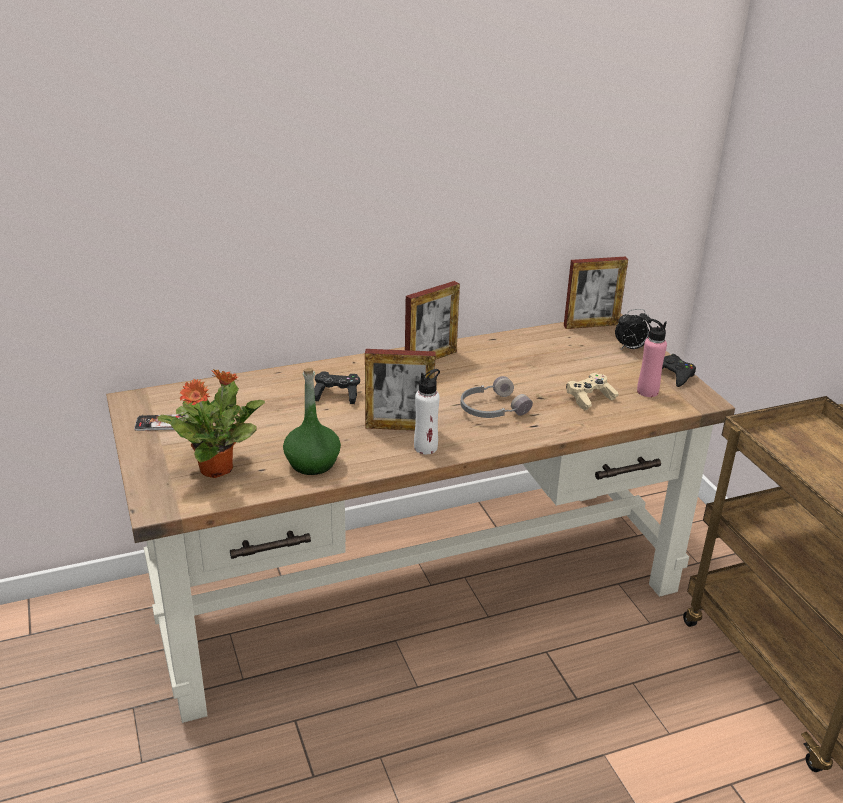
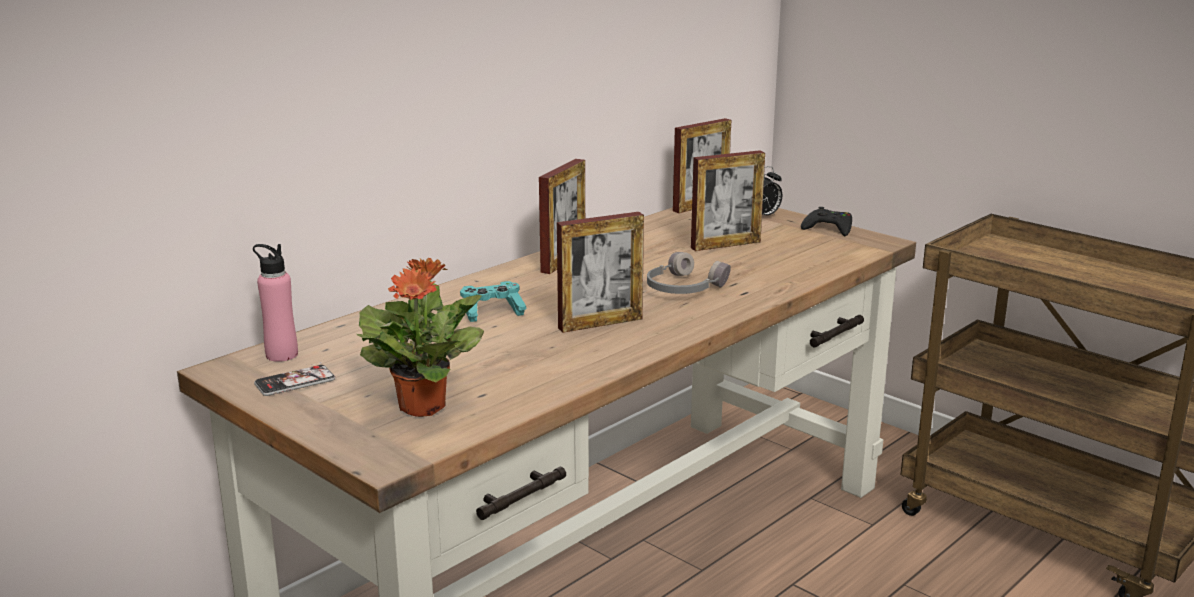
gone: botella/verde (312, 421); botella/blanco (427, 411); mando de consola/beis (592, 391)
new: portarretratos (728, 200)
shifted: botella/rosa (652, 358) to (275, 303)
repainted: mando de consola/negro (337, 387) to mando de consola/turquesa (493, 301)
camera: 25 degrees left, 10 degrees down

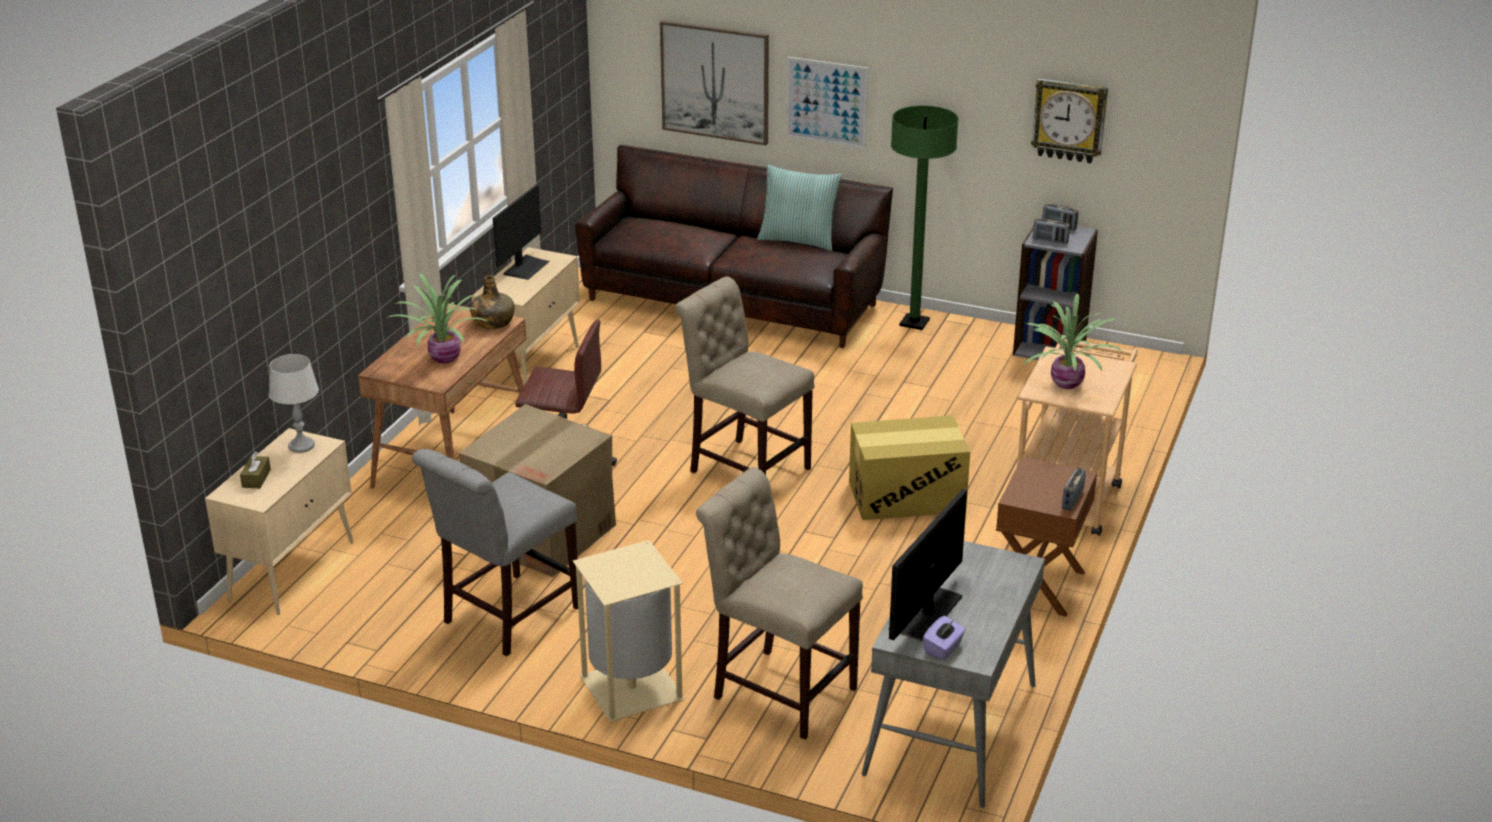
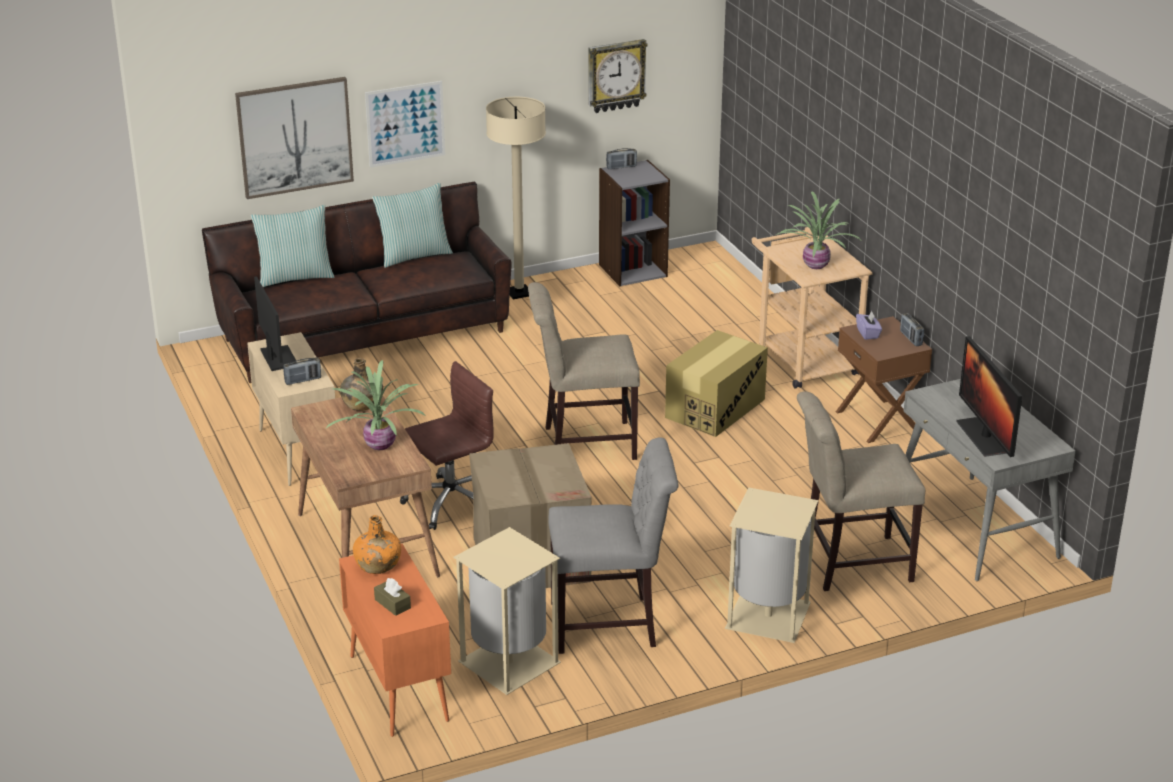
new: cojín (293, 246); papelera/beis (507, 611)
shifted: caja de pañuelos/morado (944, 638) to (869, 325); radio (1051, 231) to (302, 371)
swapped: lámpara de mesa/gris (294, 403) to botella/naranja (377, 544)
repainted: armario/beis (279, 521) to armario/naranja (395, 640); lámpara de pie/verde (925, 217) to lámpara de pie/beis (516, 198)
rotated: silla/gris (495, 552) = (613, 545) 90 degrees counterclockwise
camera: 45 degrees left, 0 degrees up

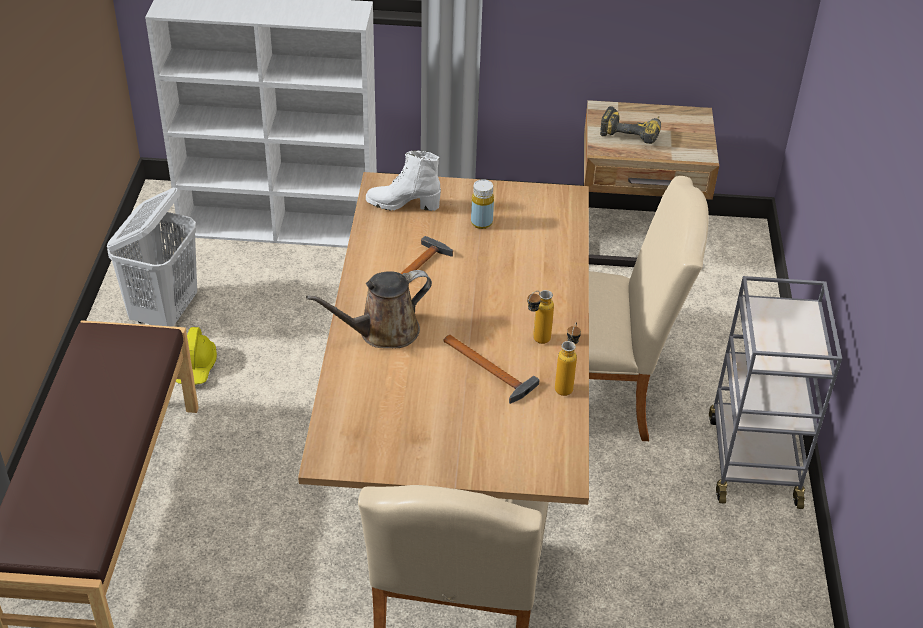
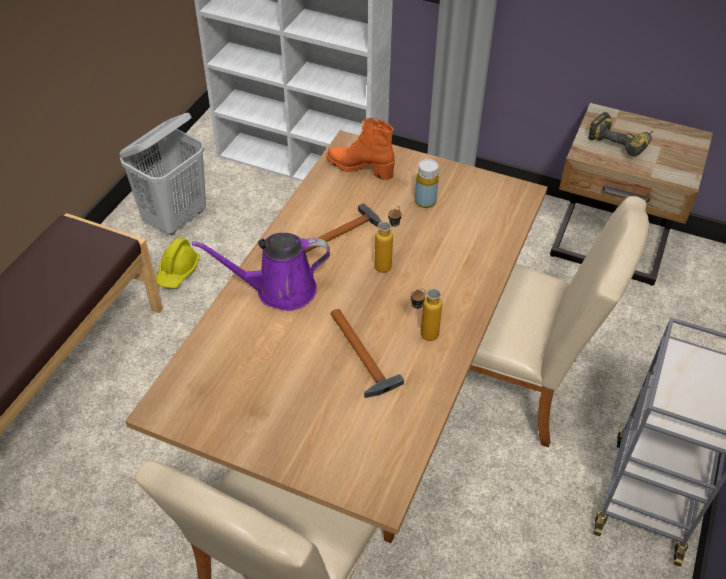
shifted: botella (568, 359) to (388, 239)
repainted: regadera/marrón (369, 309) to regadera/morado (261, 272); bota/blanco (403, 181) to bota/naranja (360, 149)
camera: 20 degrees right, 5 degrees up

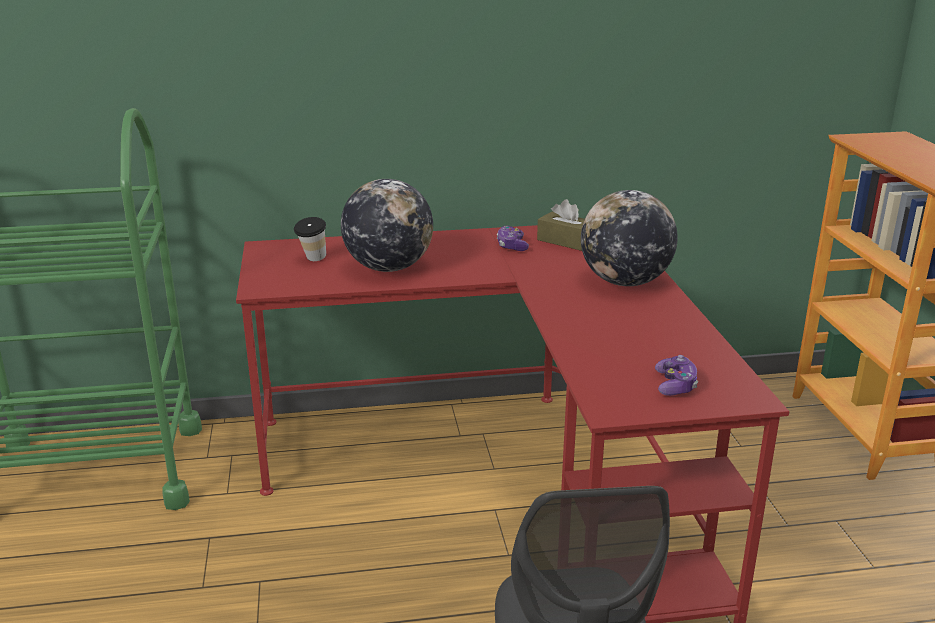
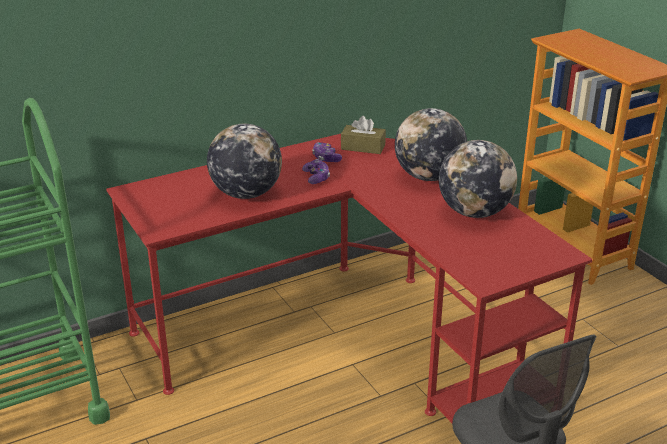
gone: taza (310, 239)
new: globo terráqueo (478, 179)
shifted: mando de consola (676, 375) to (316, 171)
camera: 20 degrees left, 5 degrees up

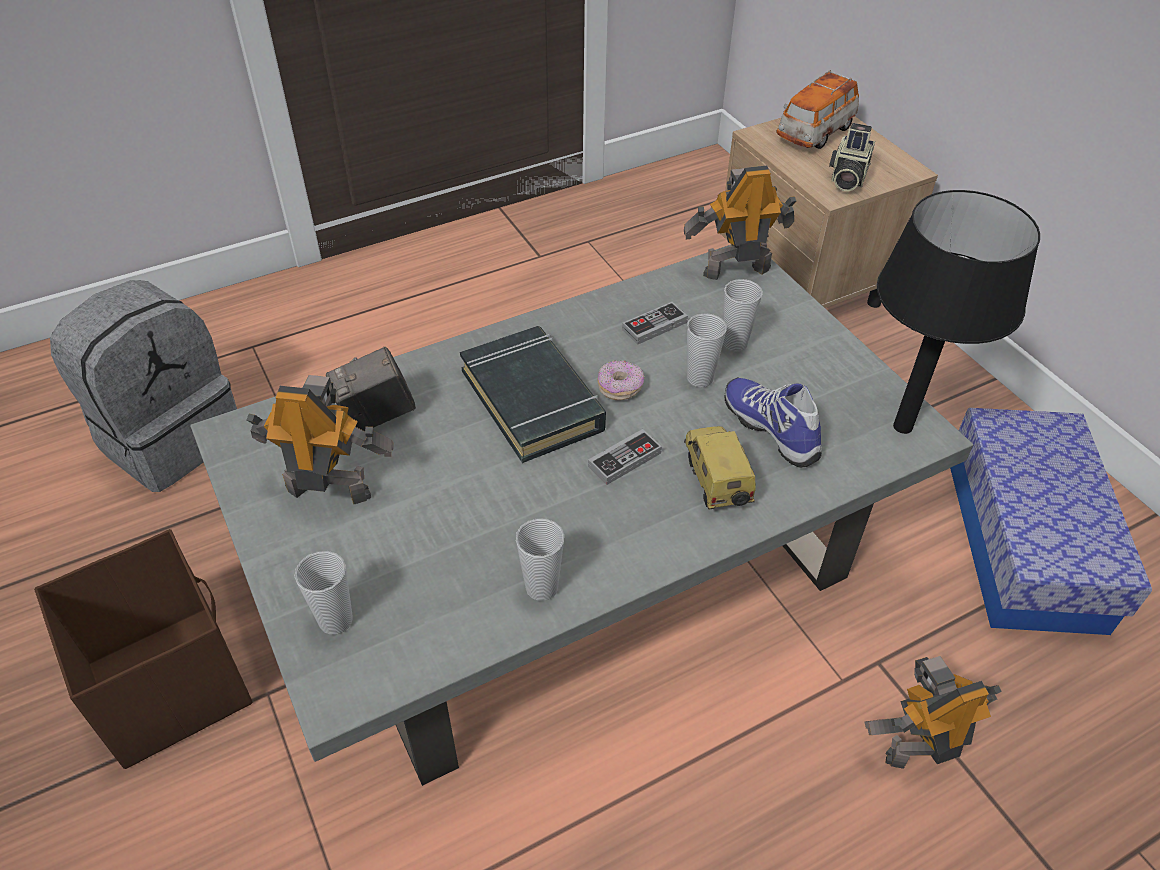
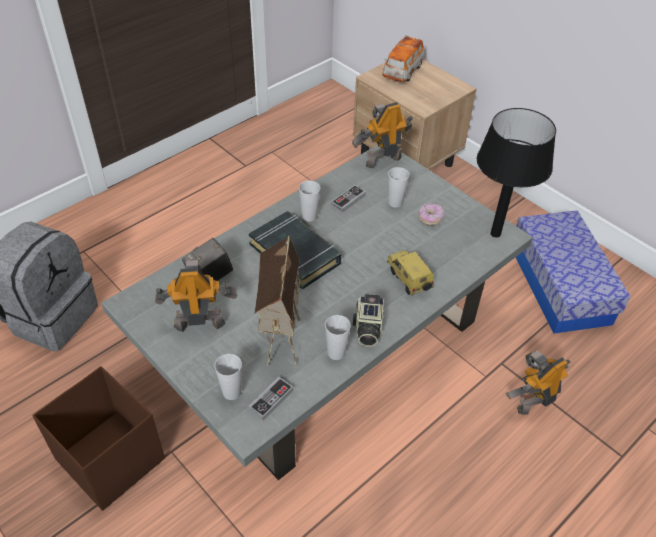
gone: zapato (773, 422)
new: casita (277, 300)
shifted: mando de consola (625, 457) to (270, 399); rosquilla (620, 380) to (431, 214); taza (707, 350) to (309, 201); cámara (852, 157) to (368, 320)
camera: 15 degrees left, 0 degrees up

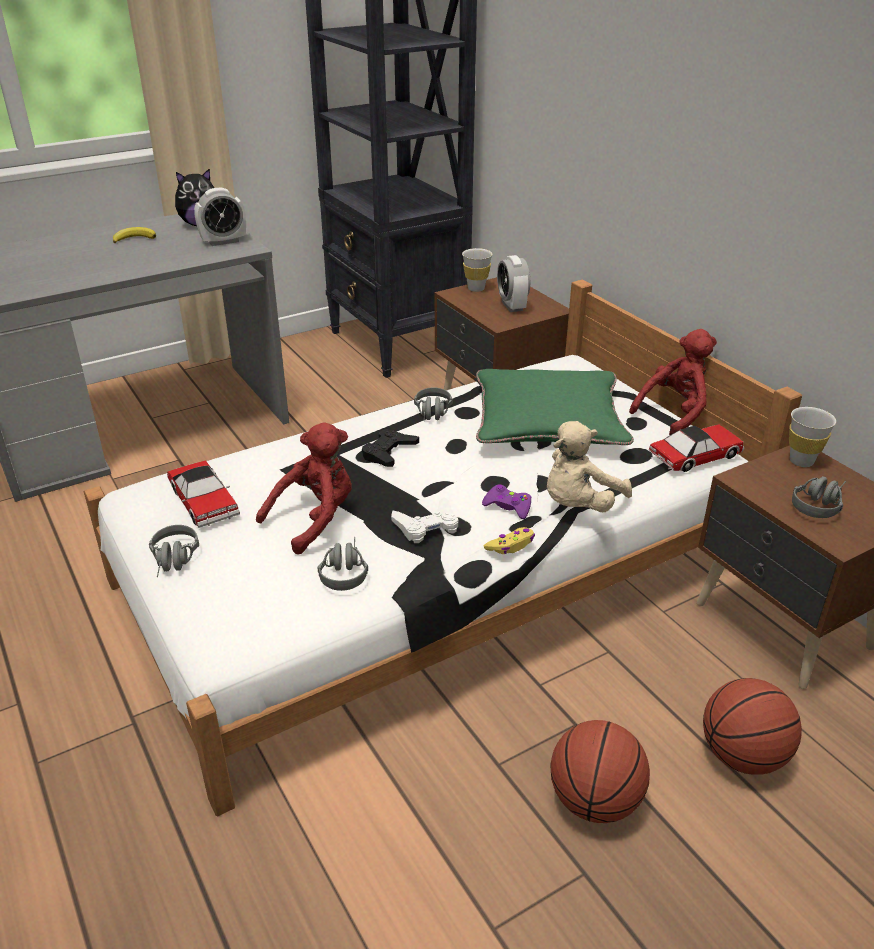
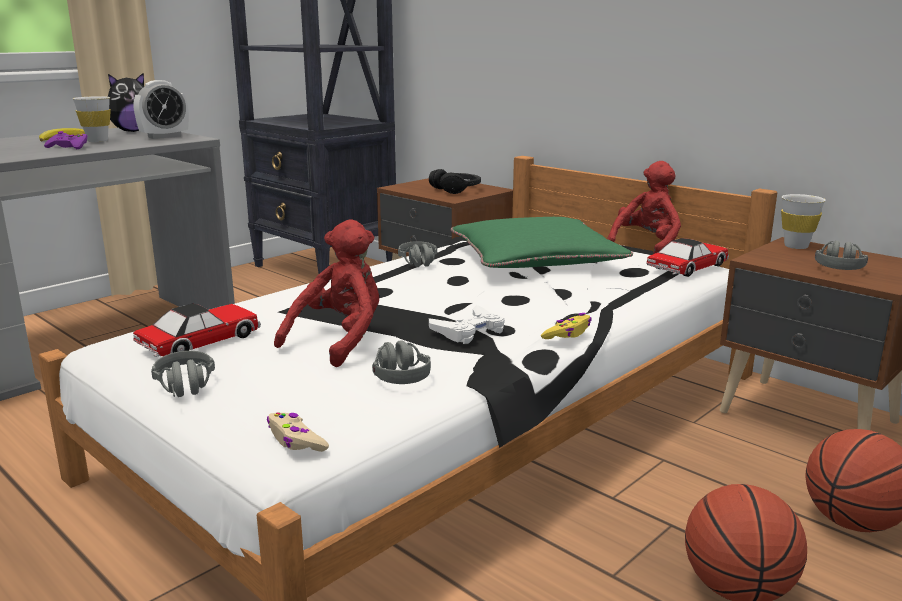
gone: mando de consola/negro (390, 448); peluche/beis (589, 466)
new: mando de consola/beis (298, 432)
shifted: taza/blanco (477, 270) to (91, 119); mando de consola/morado (507, 502) to (66, 140)
swapped: despertador (513, 283) to auriculares/negro (455, 181)
rotated: coche de juguete (203, 494) = (197, 330) 90 degrees counterclockwise
camera: 15 degrees left, 15 degrees down

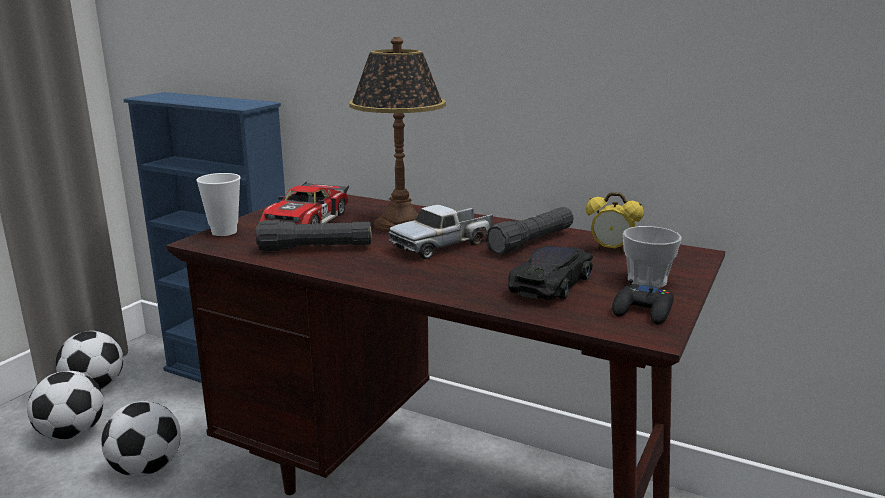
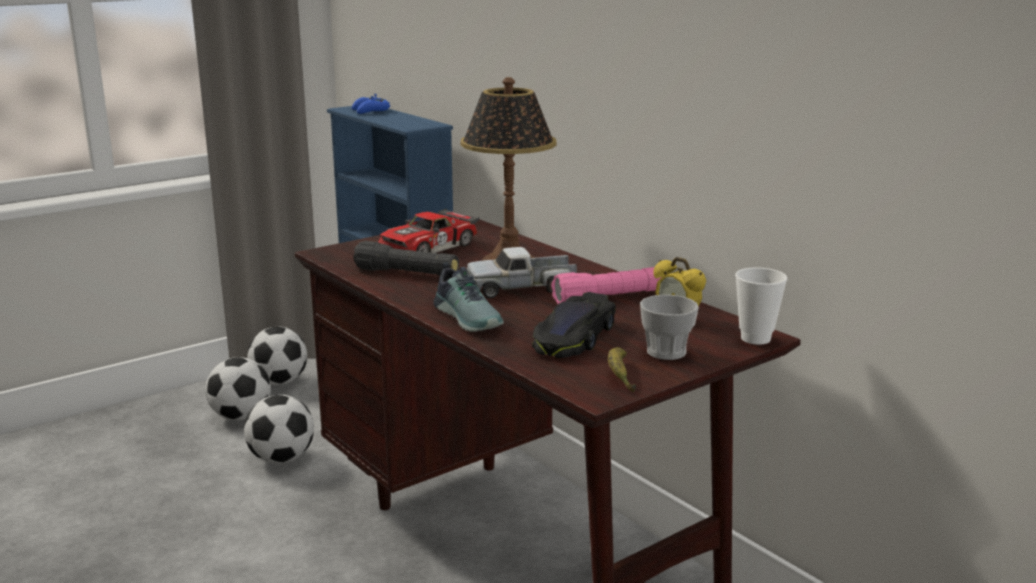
new: mando de consola/azul (371, 104); zapato (469, 297)
shifted: taza (218, 204) to (761, 305)
swapped: mando de consola/negro (643, 302) to plátano (622, 369)
repainted: linterna/negro (529, 231) to linterna/rosa (606, 285)
rotated: coche de juguete/negro (550, 272) = (574, 325) 150 degrees clockwise
camera: 25 degrees right, 0 degrees up

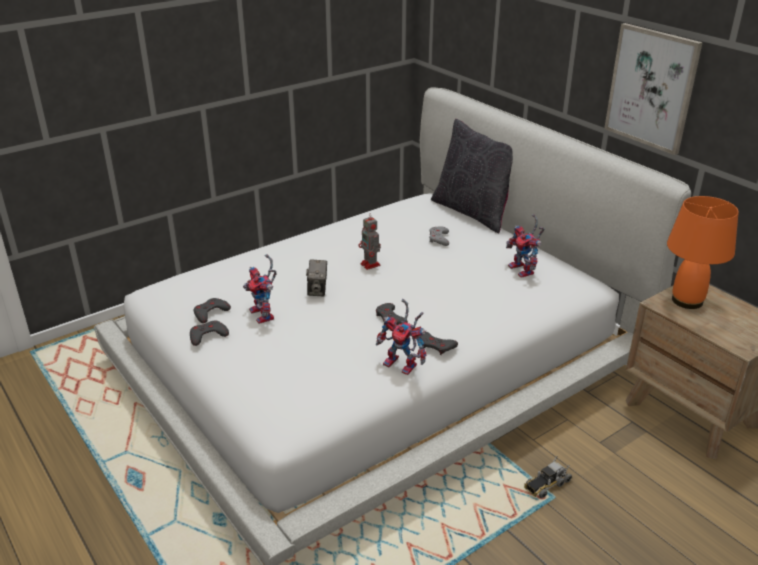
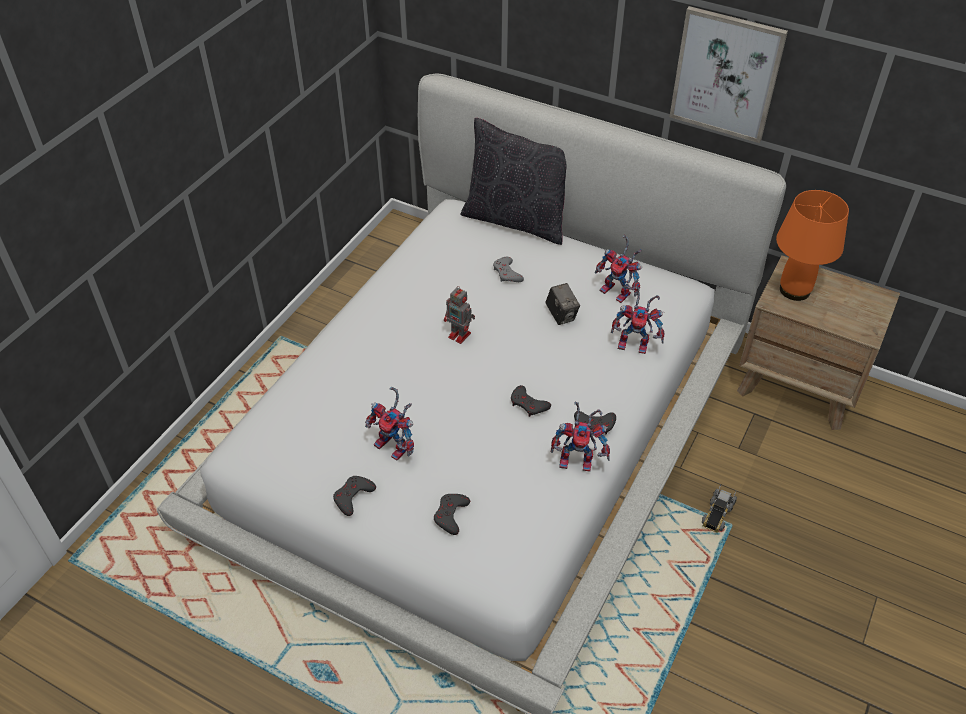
new: robot de juguete (638, 320)
shifted: mando de consola/gris (212, 310) to (452, 514); cámara (316, 278) to (562, 304)
camera: 25 degrees left, 15 degrees up

